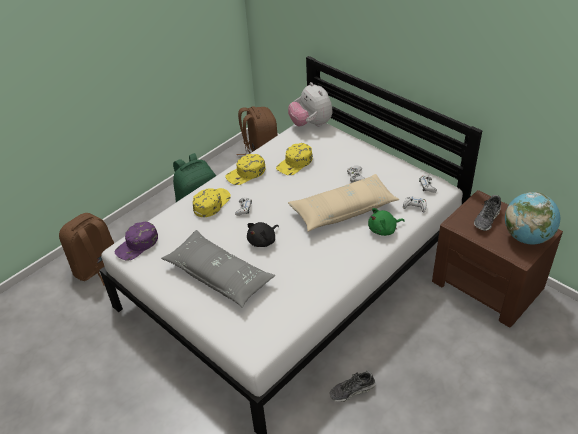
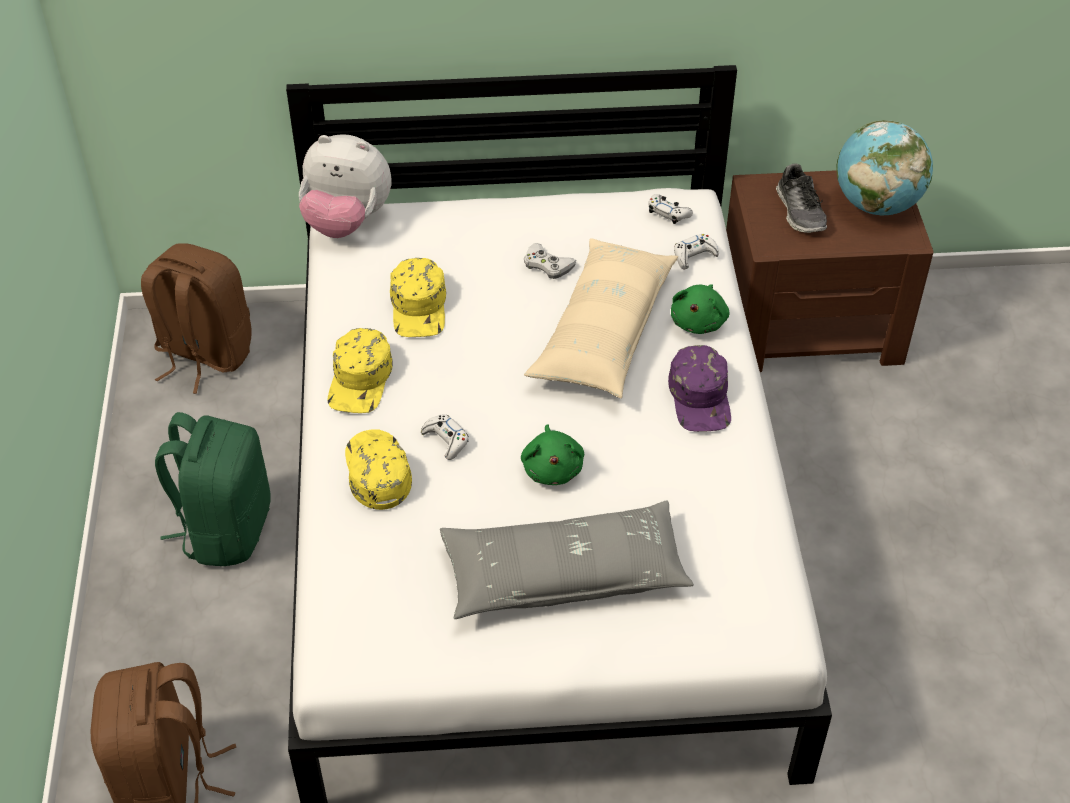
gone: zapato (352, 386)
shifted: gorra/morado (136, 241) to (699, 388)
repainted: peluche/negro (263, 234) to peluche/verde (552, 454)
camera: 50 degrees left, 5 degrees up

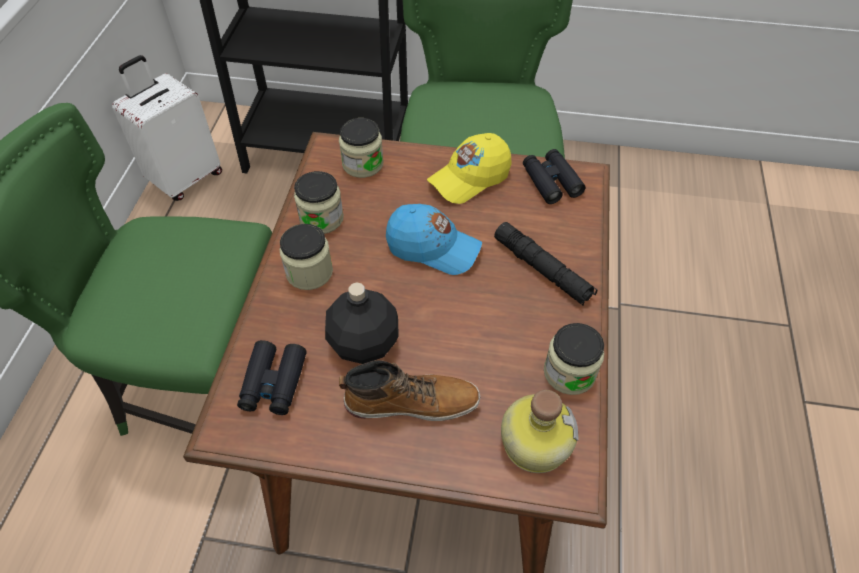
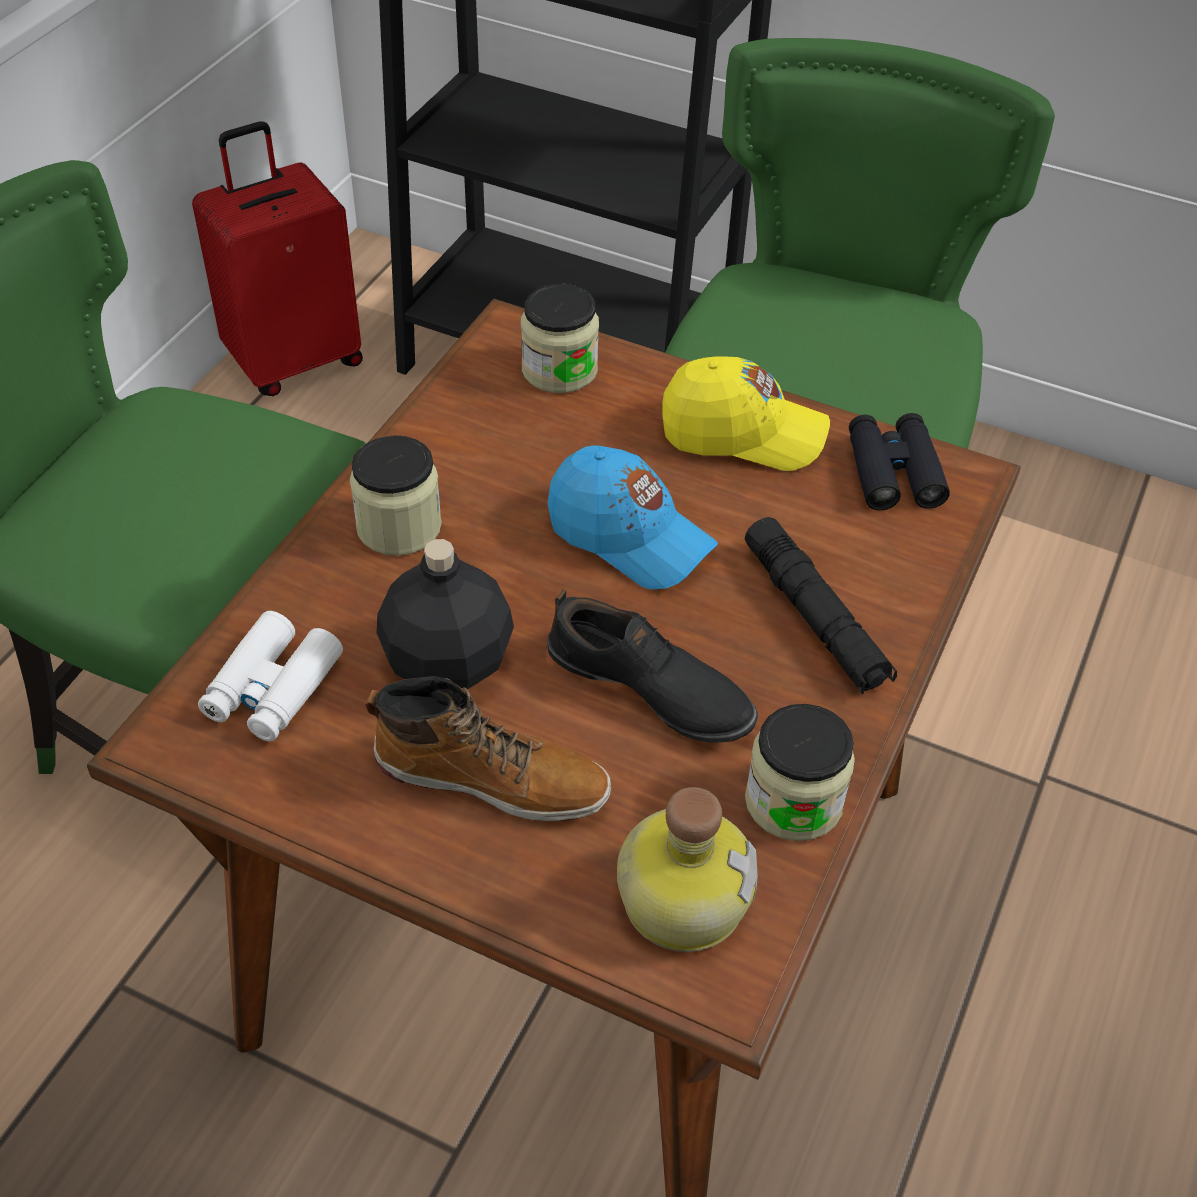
gone: tarro (319, 202)
new: zapato/negro (653, 666)
repainted: maleta/blanco (167, 128) to maleta/rojo (277, 258); prismáticos/negro (271, 377) to prismáticos/blanco (270, 676)
rotated: gorra/amarillo (469, 168) = (746, 413) 150 degrees counterclockwise
camera: 15 degrees right, 5 degrees down

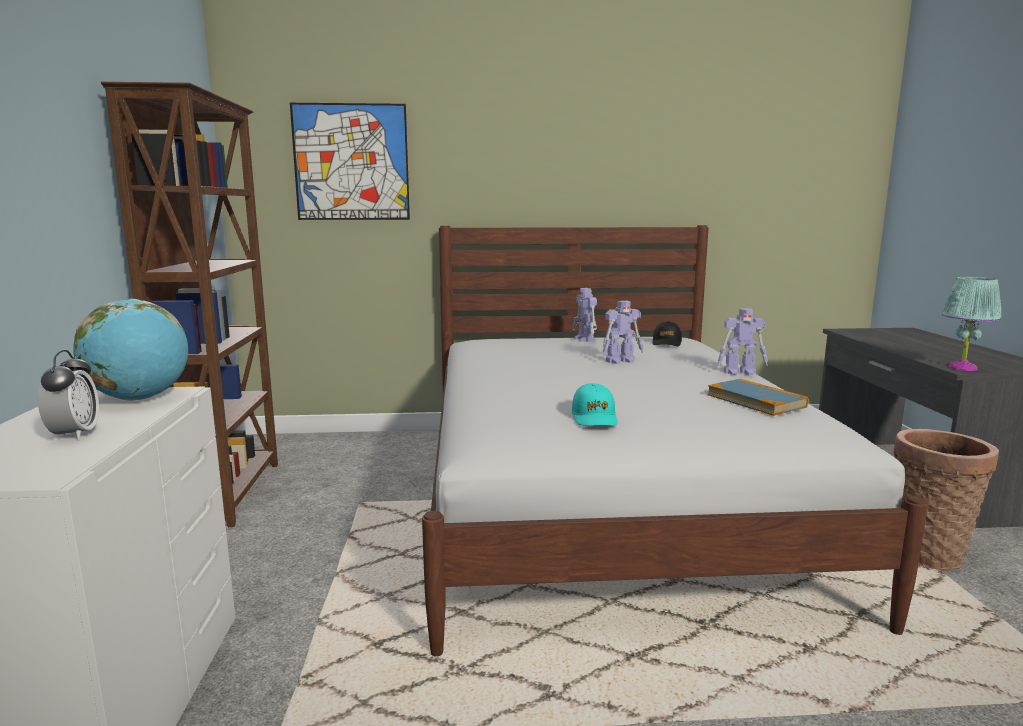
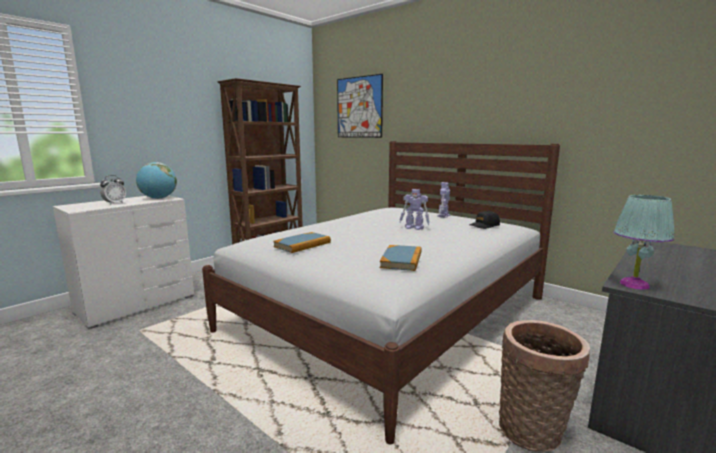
gone: robot de juguete (743, 341)
swapped: gorra/turquesa (594, 404) to libro (302, 242)
camera: 45 degrees right, 0 degrees up

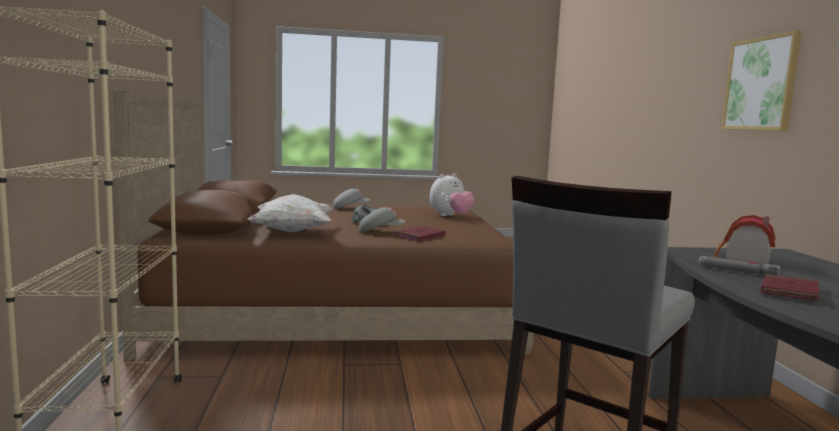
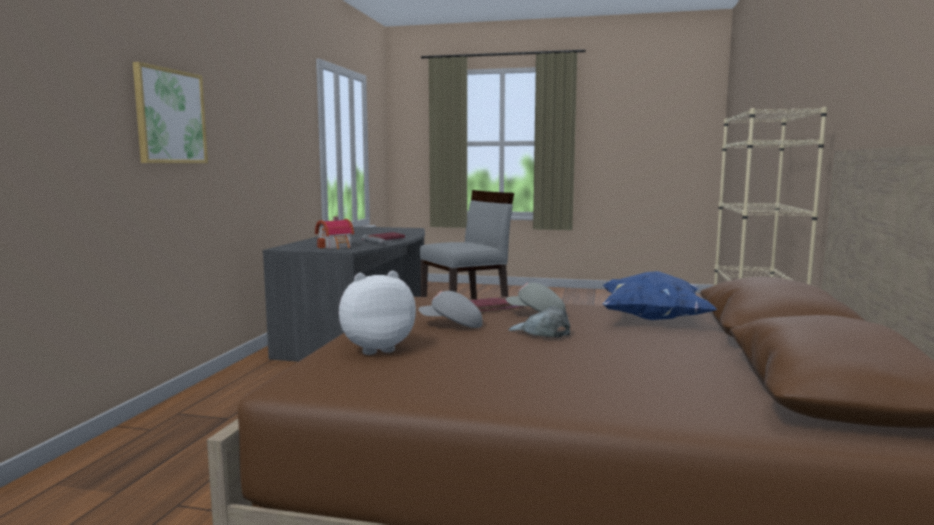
shifted: gorra/gris (351, 199) to (450, 309)
repainted: cojín/blanco (290, 213) to cojín/azul (660, 295)
camera: 160 degrees left, 0 degrees up

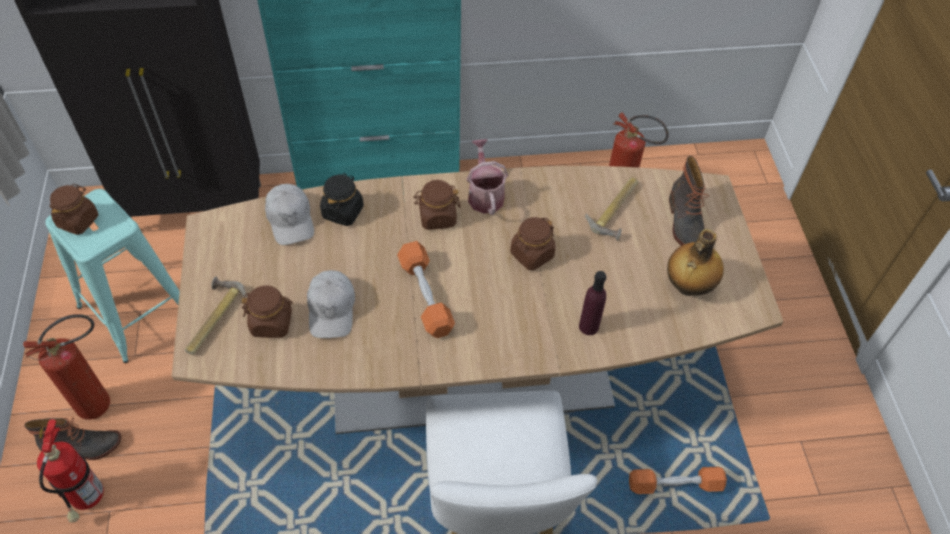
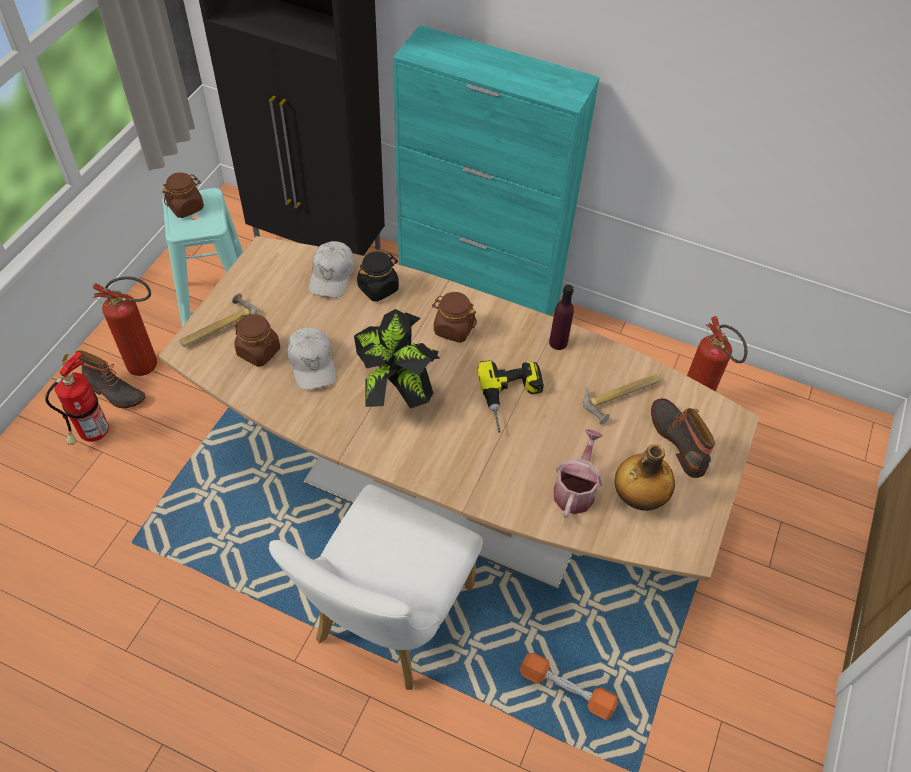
shifted: regadera (487, 177) to (578, 473); botella/morado (592, 303) to (561, 317)
swapped: mancuerna/naranja (426, 289) to planta en maceta (396, 359); tarro/marrón (533, 243) to taladro (510, 397)
rotated: gorra/blanco (331, 304) = (311, 358) 45 degrees counterclockwise; bota (689, 201) = (683, 438) 135 degrees clockwise
camera: 30 degrees right, 0 degrees up

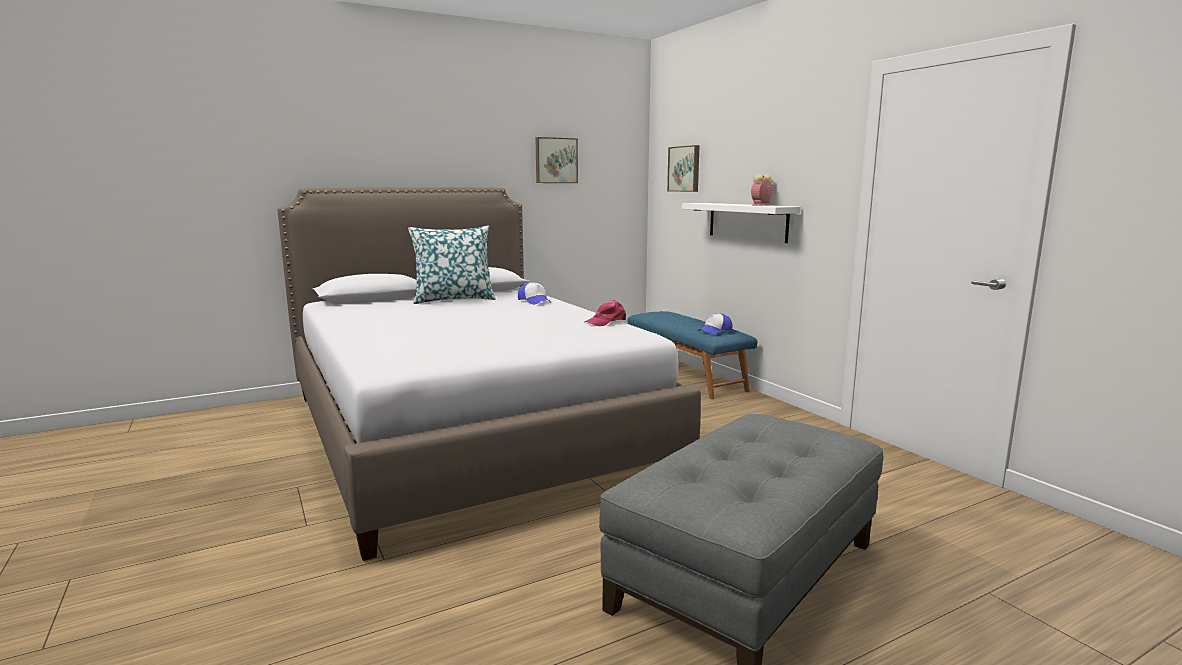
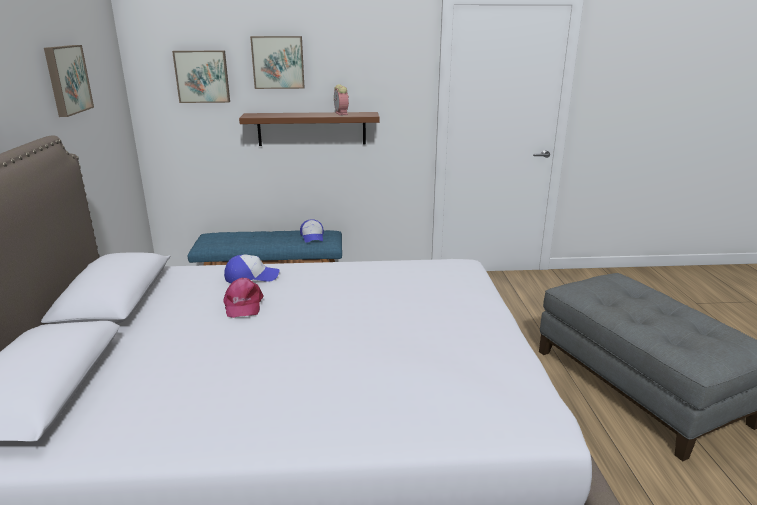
gone: cojín (452, 264)
new: cuadro (277, 62)
shifted: gorra/rosa (605, 313) to (243, 298)
repainted: estante/blanco (741, 223) to estante/marrón (309, 129)
camera: 65 degrees left, 10 degrees up

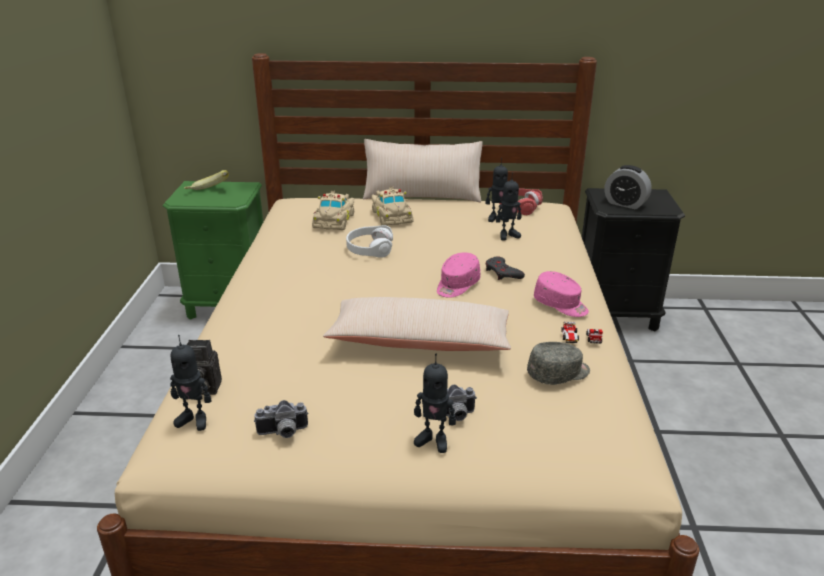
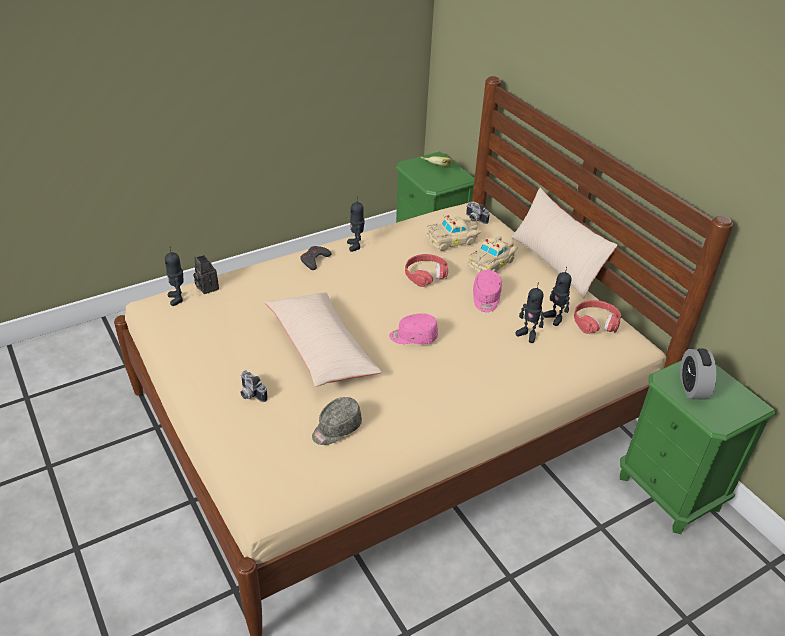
gone: coche de juguete (582, 332)
shifted: cámara (281, 419) to (478, 213); robot de juguete (435, 403) to (356, 226); mando de consola/gris (505, 268) to (315, 258); gorra/rosa (561, 294) to (487, 291)
repainted: auriculares/blanco (369, 241) to auriculares/rojo (426, 270); mesita de noche/negro (633, 260) to mesita de noche/verde (698, 447)
rotated: gorra/gris (558, 363) = (337, 421) 105 degrees clockwise
camera: 55 degrees right, 10 degrees up

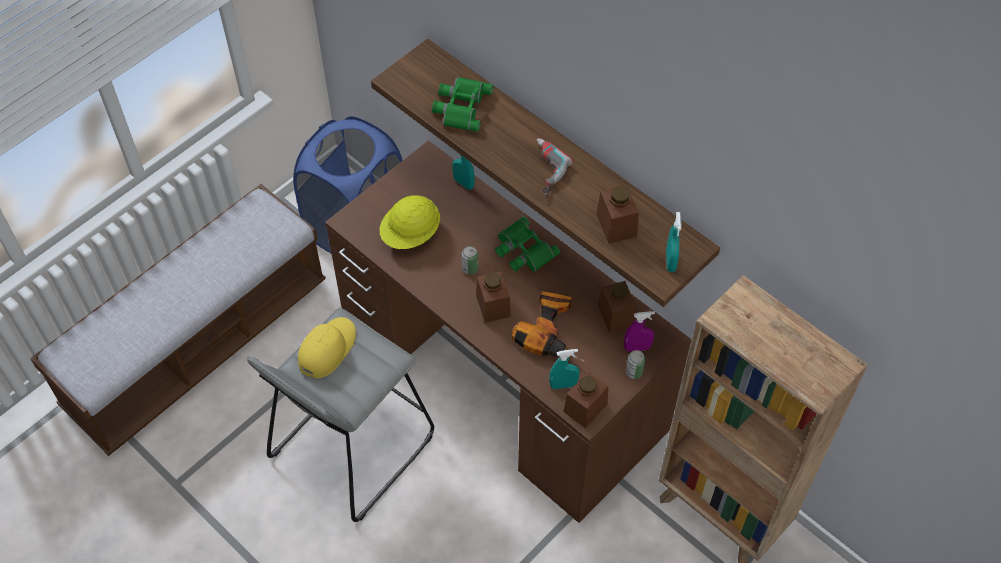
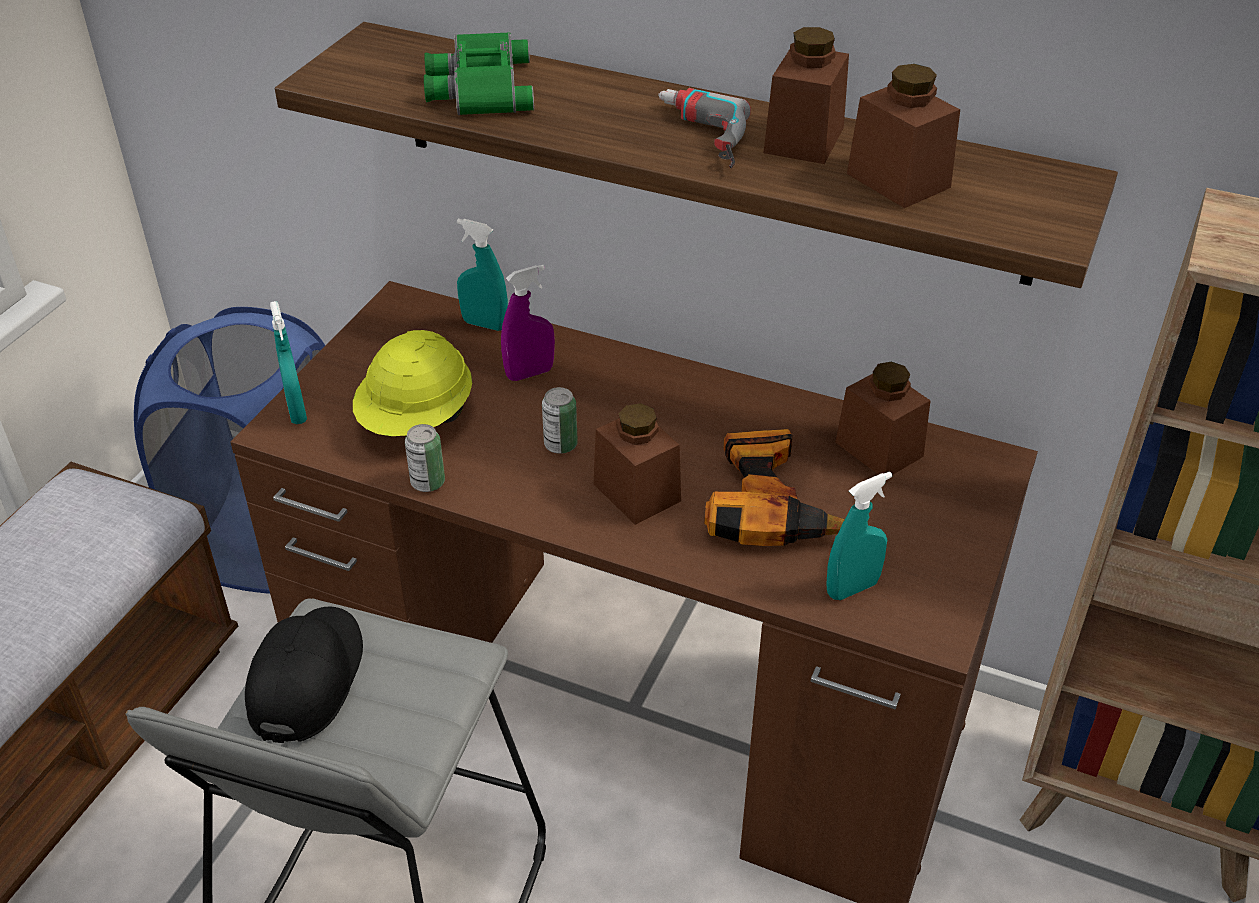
gone: prismáticos/verde (527, 244)
shifted: tarro/marrón (585, 400) to (806, 95); pulverizador/morado (639, 331) to (528, 323); lata (635, 364) to (425, 458); pulverizador/turquesa (674, 242) to (288, 362)
repainted: gorra/amarillo (327, 347) to gorra/negro (304, 674)
camera: 20 degrees left, 15 degrees down

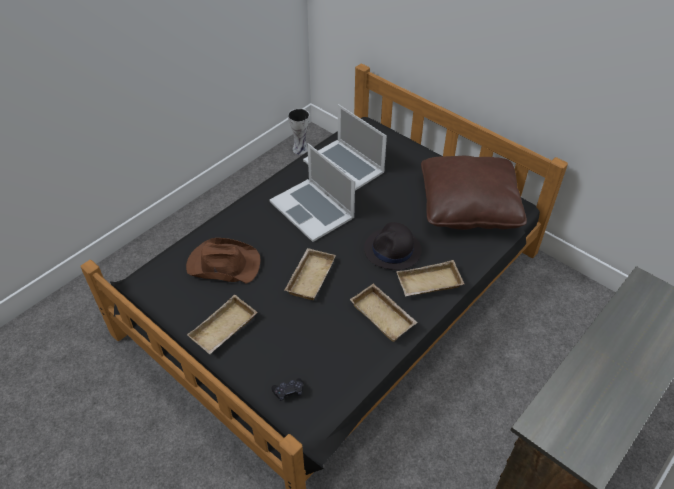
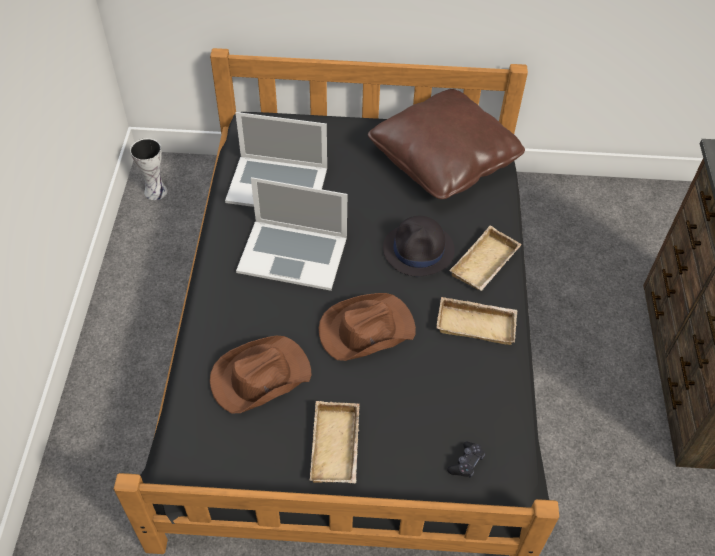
swapped: bandeja/beis (310, 274) to sombrero/marrón (367, 327)
camera: 40 degrees left, 5 degrees up

